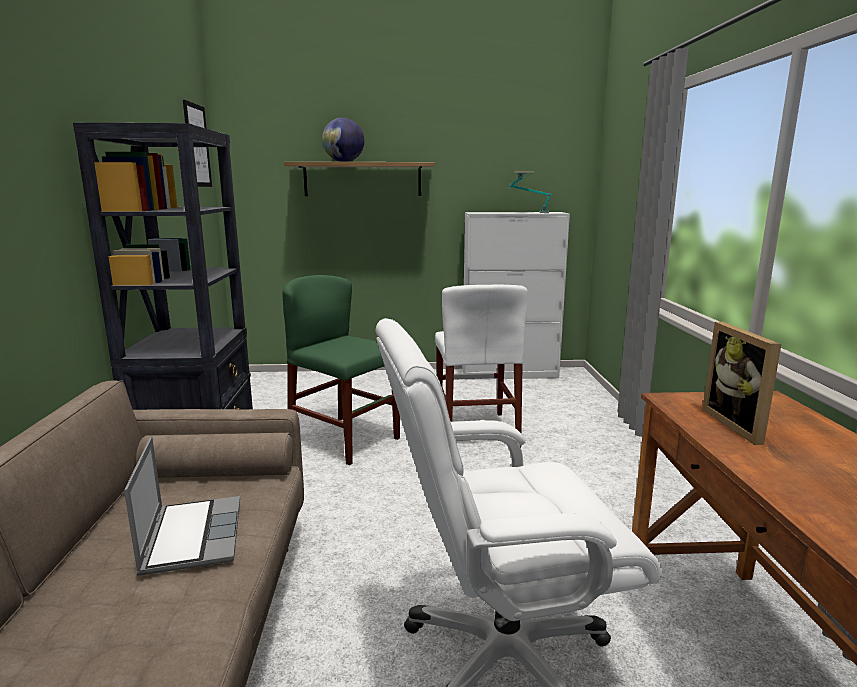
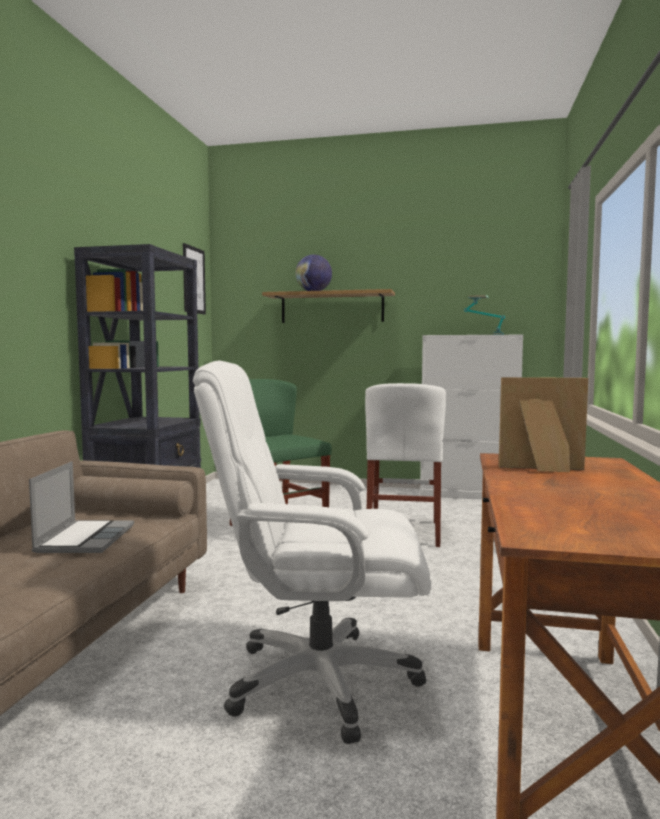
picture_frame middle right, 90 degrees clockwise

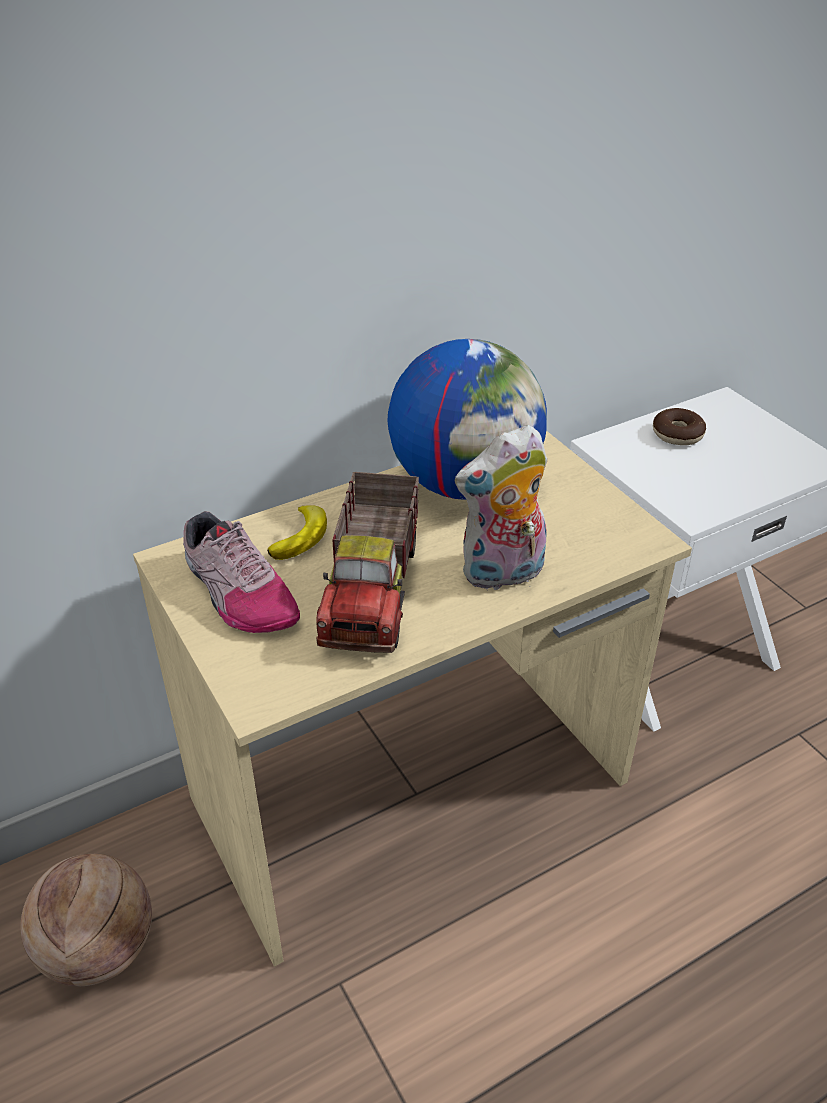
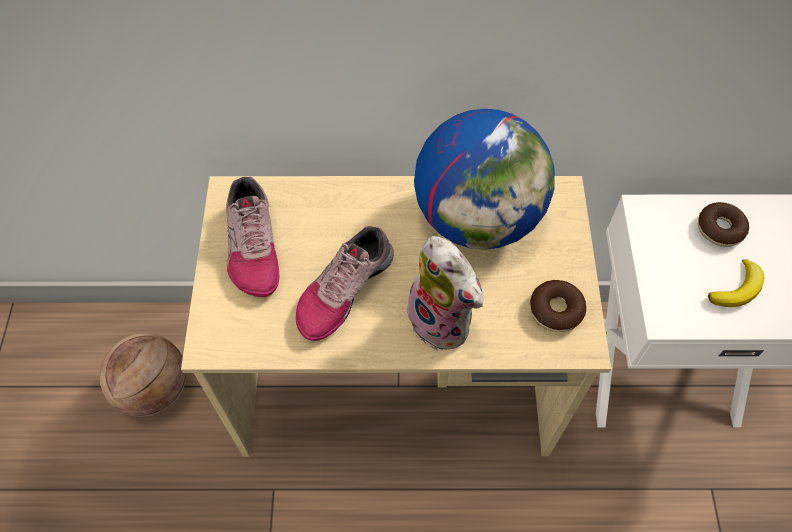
toy_lorry centre → item_of_footwear (no. 2 from left) centre
plush_toy centre, 135 degrees counterclockwise
- → doughnut (no. 1 from left) middle right
banana_fruit centre → banana_fruit middle right, relocated

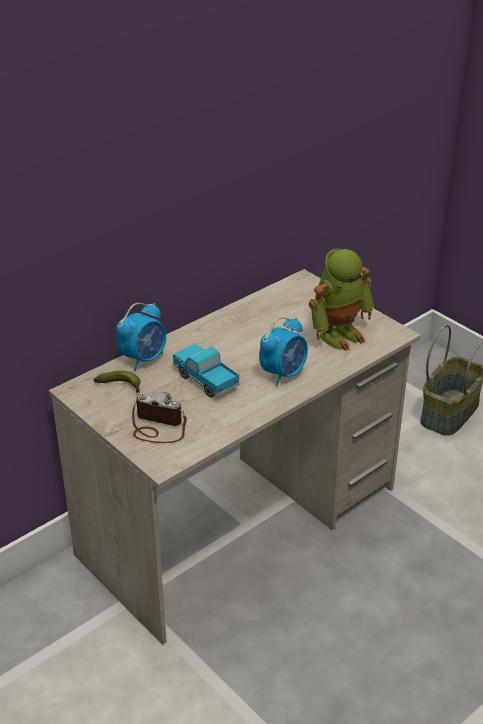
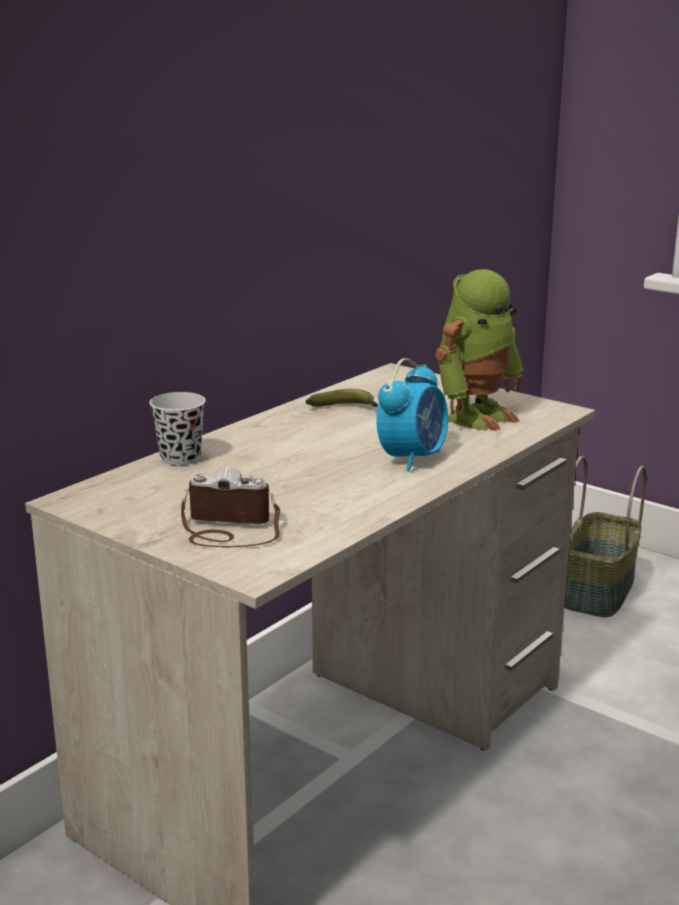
table_clock (no. 1 from left) middle left → black_drinking_cup middle left
banana_fruit middle left → banana_fruit centre, relocated
toy_lorry centre → -

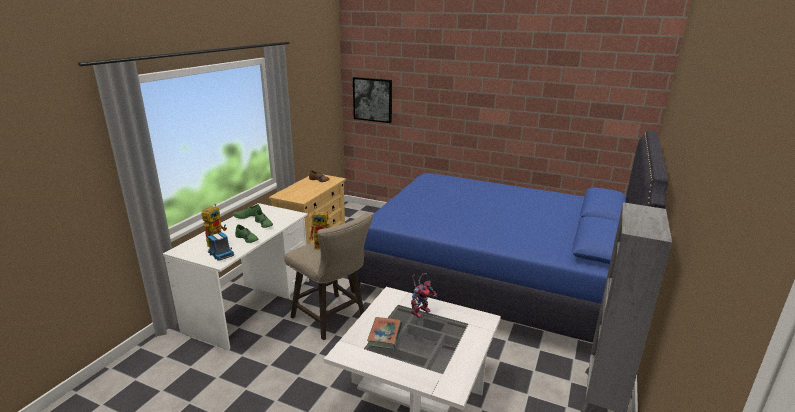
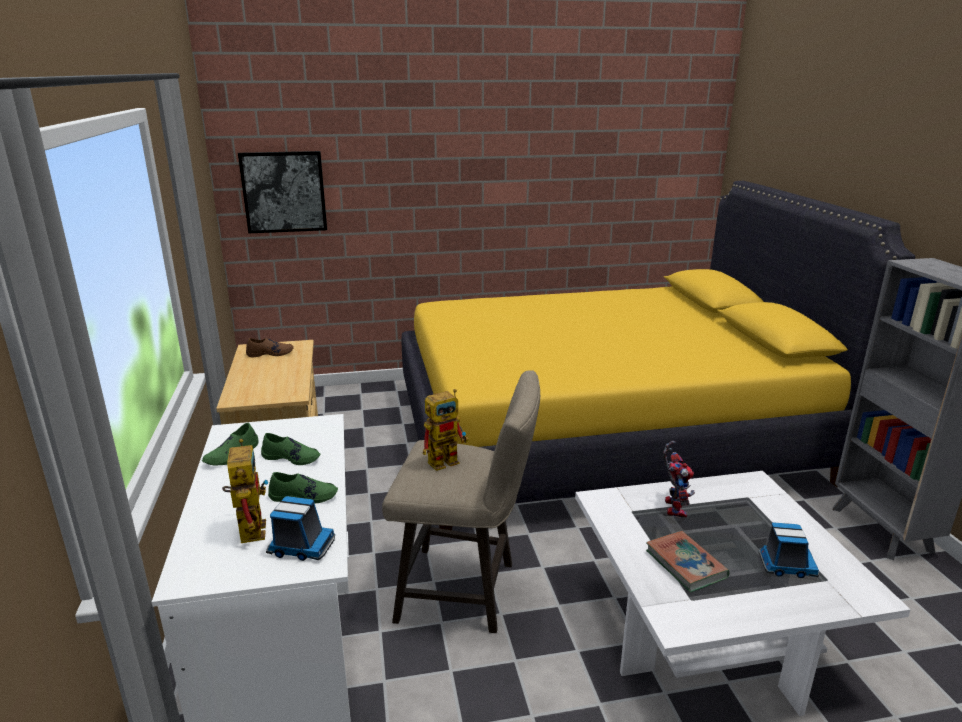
blue-coloured_bed centre → yellow_bed middle right
- → toy_lorry (no. 2 from left) bottom right

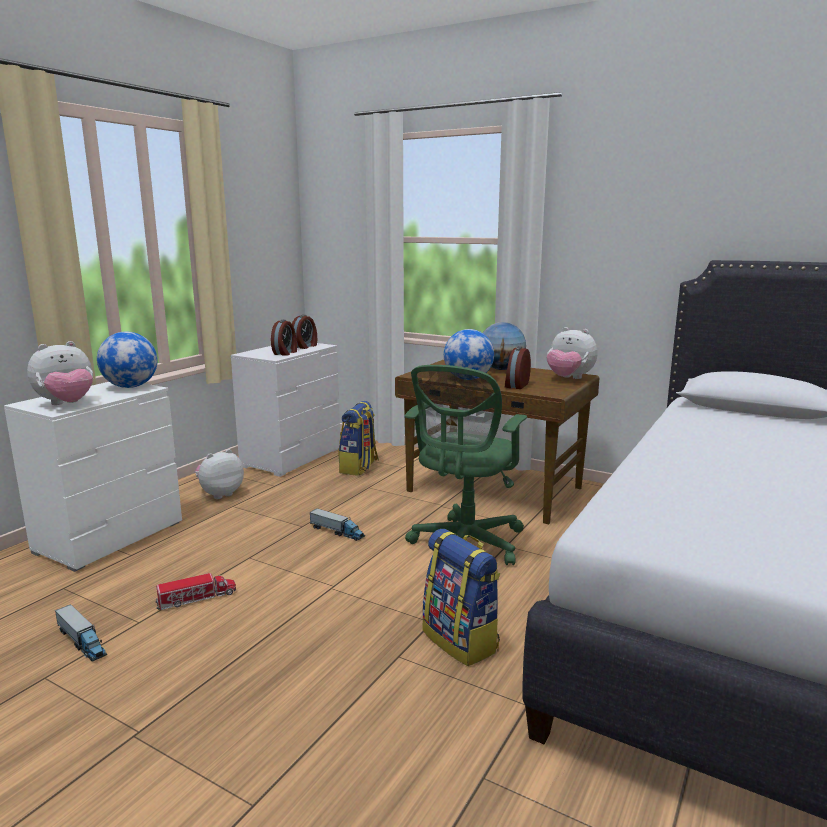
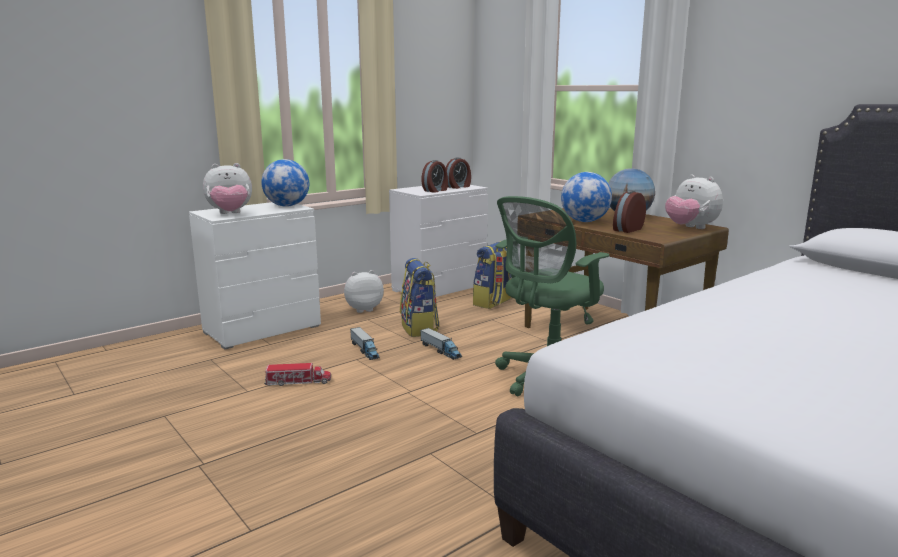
toy_lorry (no. 1 from left in the first image) bottom left → toy_lorry (no. 2 from left) centre, relocated
knapsack (no. 2 from left in the first image) bottom centre → knapsack (no. 1 from left) centre, relocated

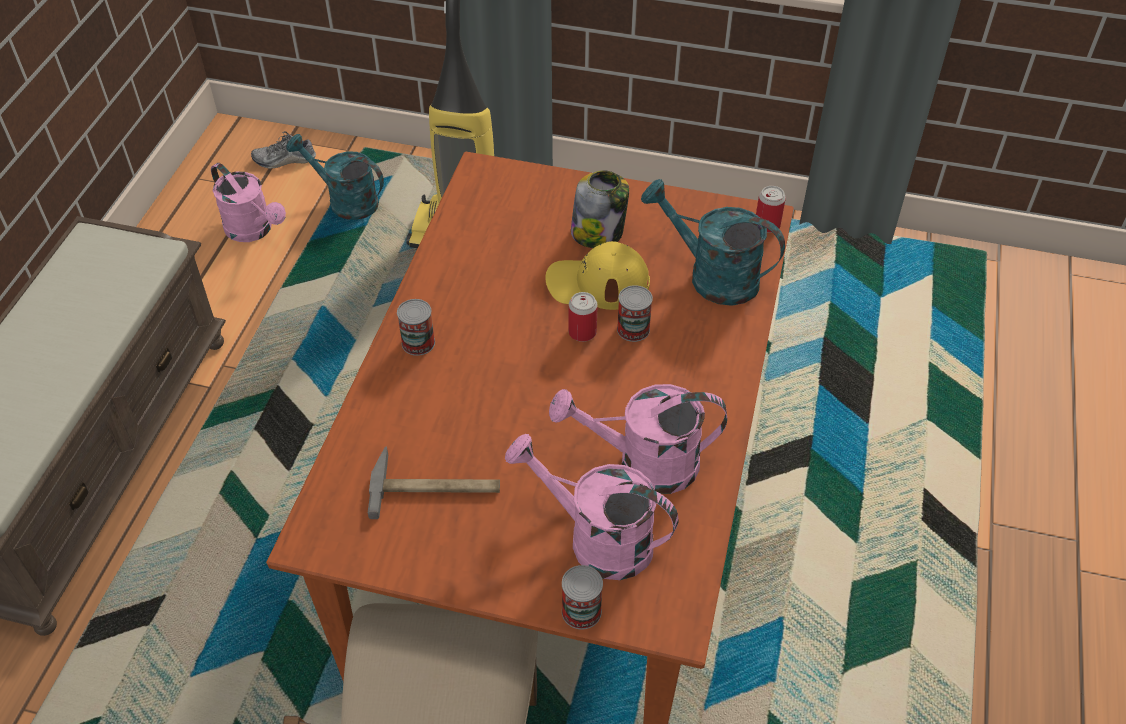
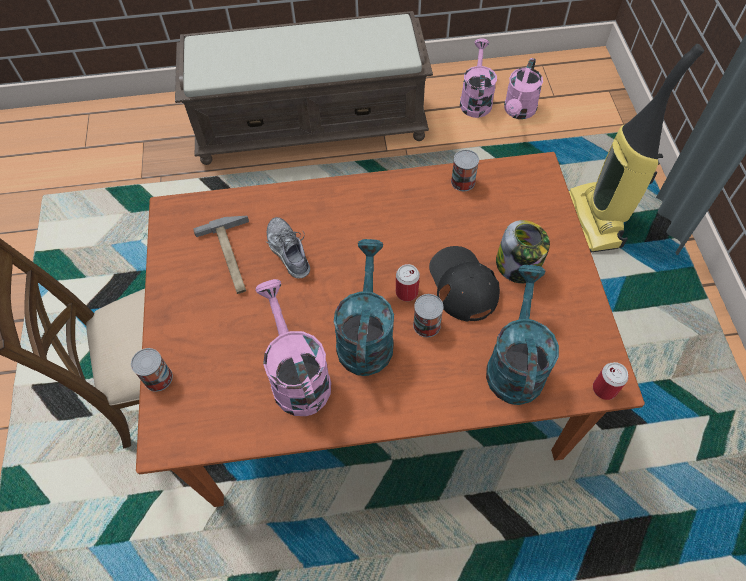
item_of_footwear top left → item_of_footwear centre, relocated
turquoise-coloured_watering_pot (no. 1 from left) top left → turquoise-coloured_watering_pot (no. 1 from left) centre, relocated
yellow_cap centre → black_cap centre
metal_can (no. 1 from left in the first image) centre → metal_can (no. 4 from left) top centre, relocated
pink-coloured_watering_pot (no. 2 from left) bottom centre → pink-coloured_watering_pot (no. 2 from left) top centre, relocated

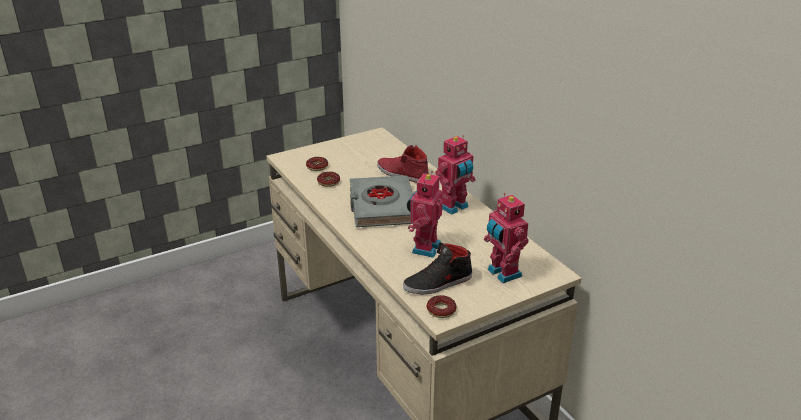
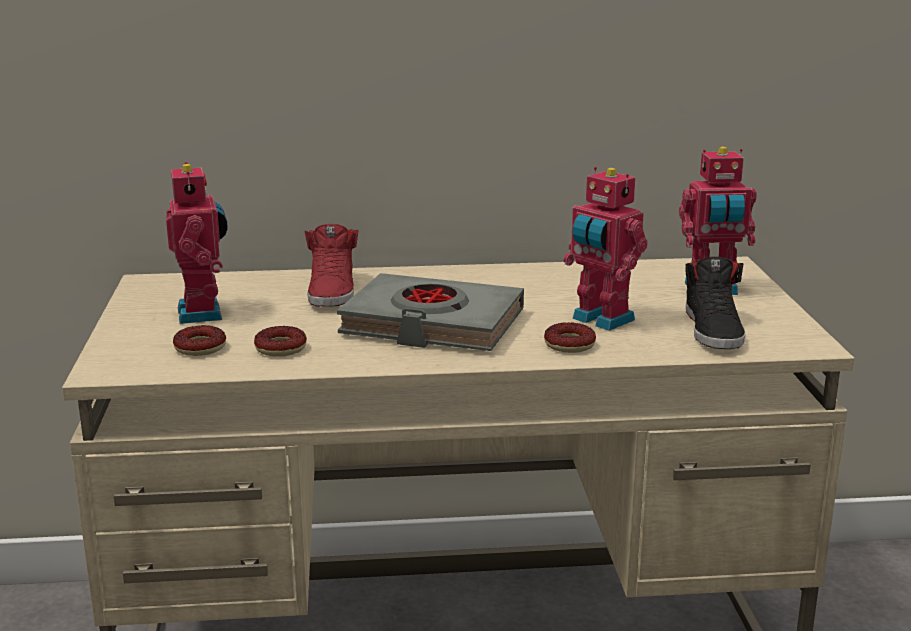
toy_robot (no. 2 from left in the first image) centre → toy_robot (no. 1 from left) middle left, relocated
red_item_of_footwear centre, 60 degrees counterclockwise
doughnut (no. 3 from left) bottom centre → doughnut (no. 3 from left) centre, relocated

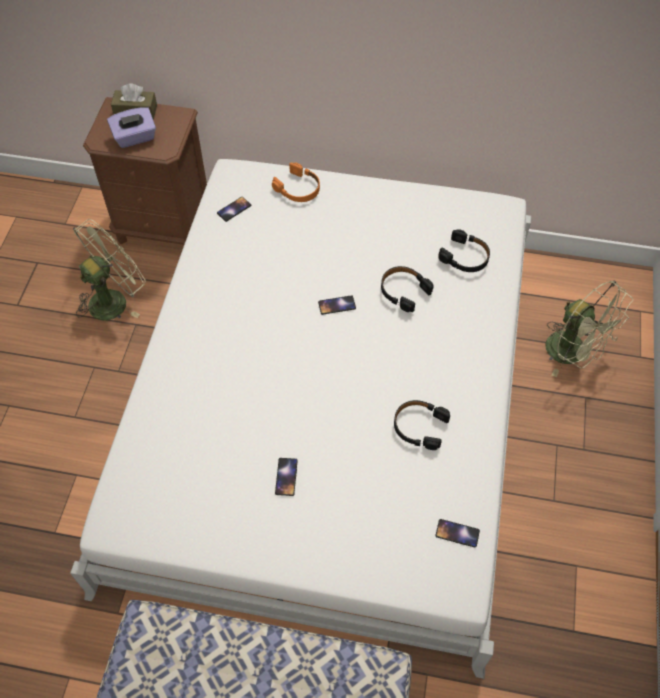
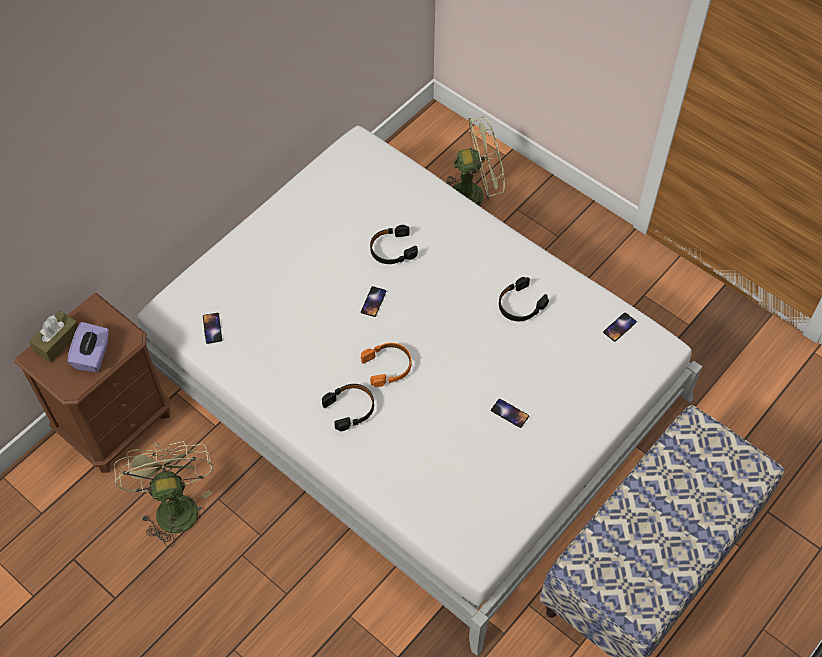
black_headset (no. 3 from left in the first image) middle right → black_headset (no. 1 from left) centre, relocated
orange_headset top centre → orange_headset centre, relocated

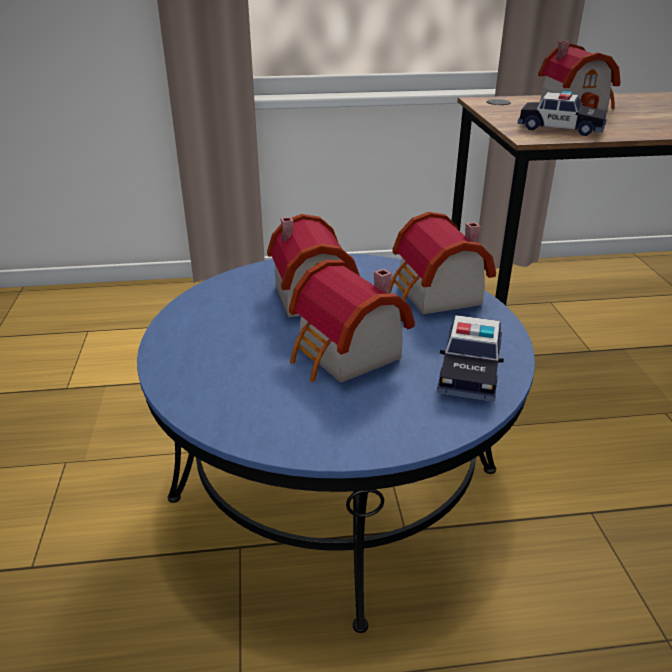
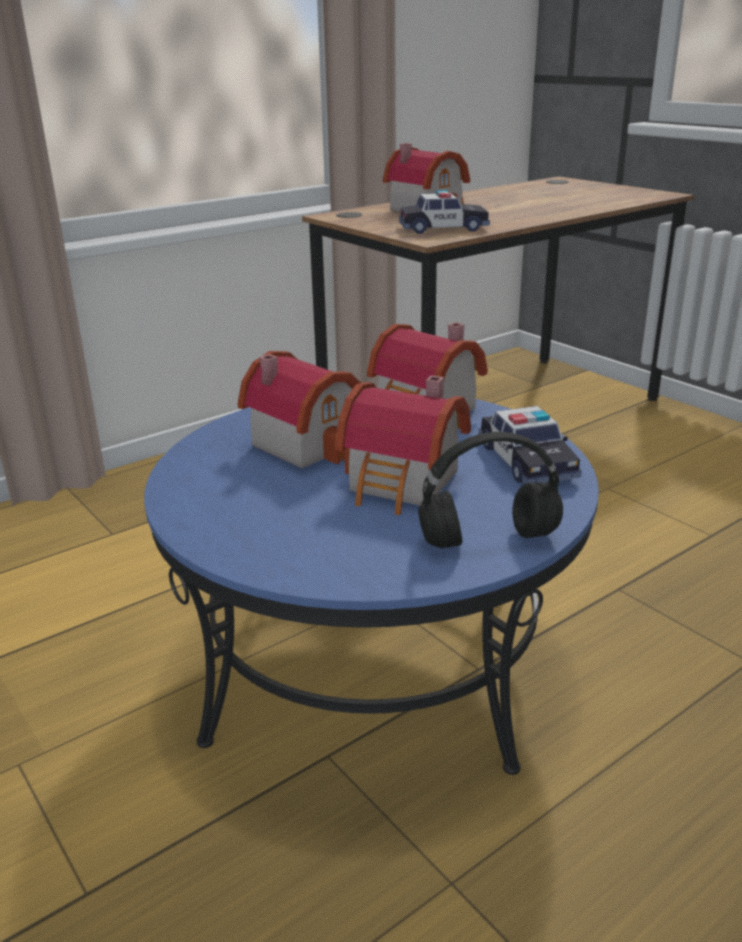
- → black_headset centre

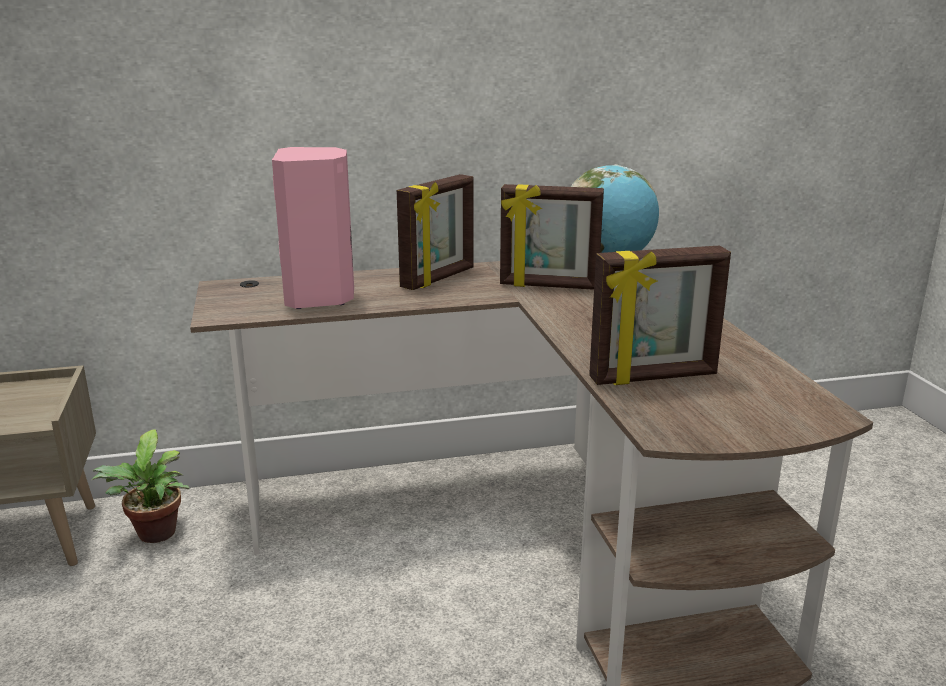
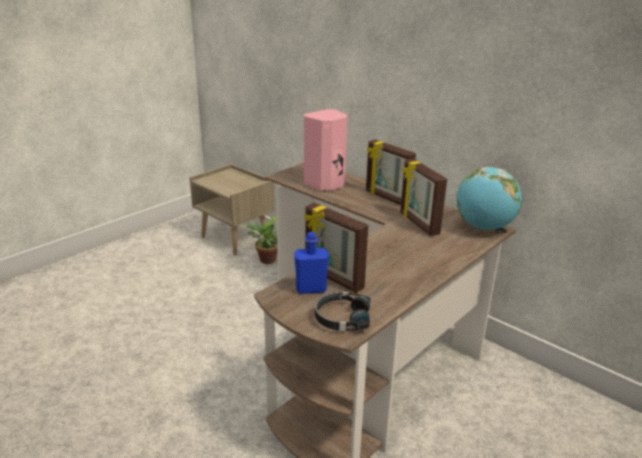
- → blue-coloured_drink_bottle centre
- → black_headset bottom centre
picture_frame (no. 1 from left in the first image) centre → picture_frame (no. 2 from left) centre, 45 degrees clockwise

